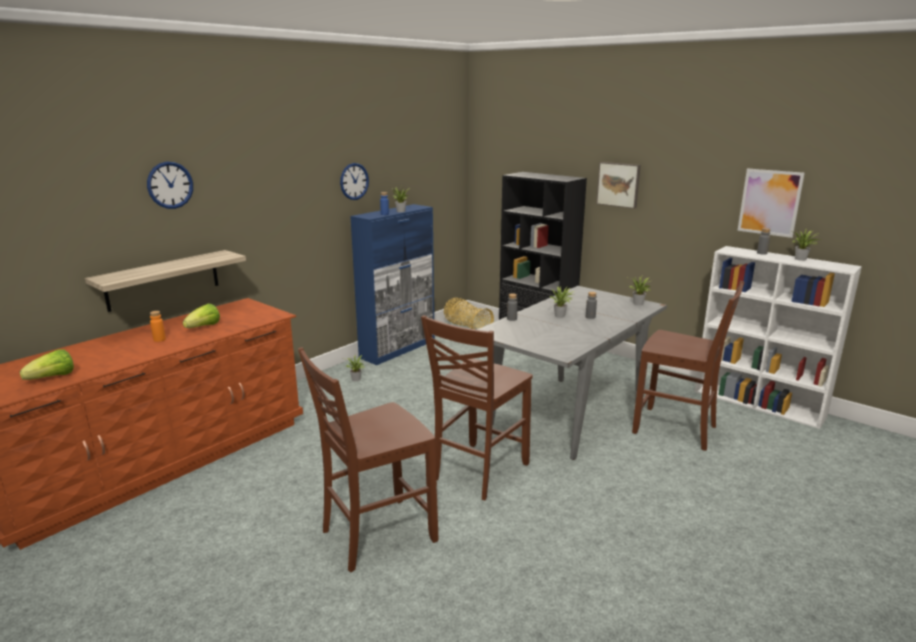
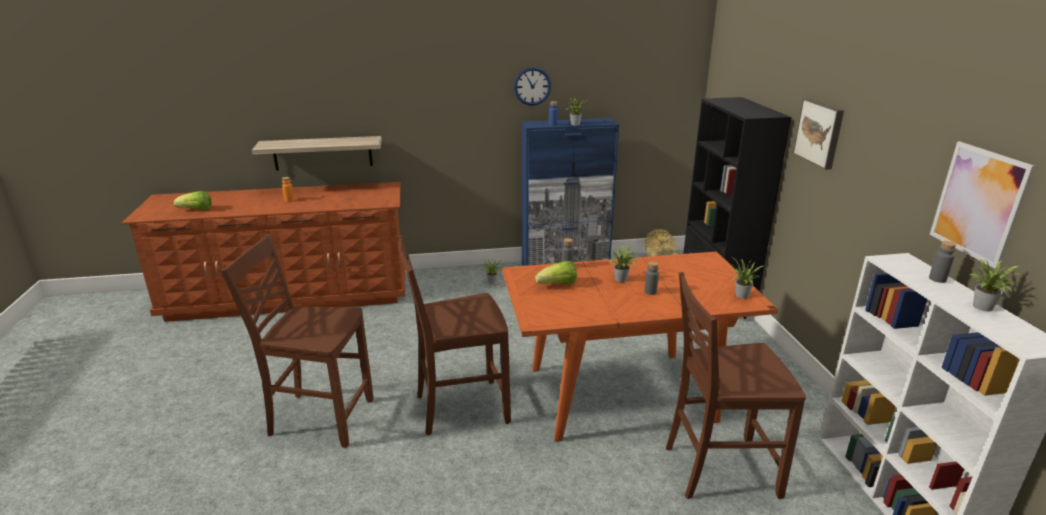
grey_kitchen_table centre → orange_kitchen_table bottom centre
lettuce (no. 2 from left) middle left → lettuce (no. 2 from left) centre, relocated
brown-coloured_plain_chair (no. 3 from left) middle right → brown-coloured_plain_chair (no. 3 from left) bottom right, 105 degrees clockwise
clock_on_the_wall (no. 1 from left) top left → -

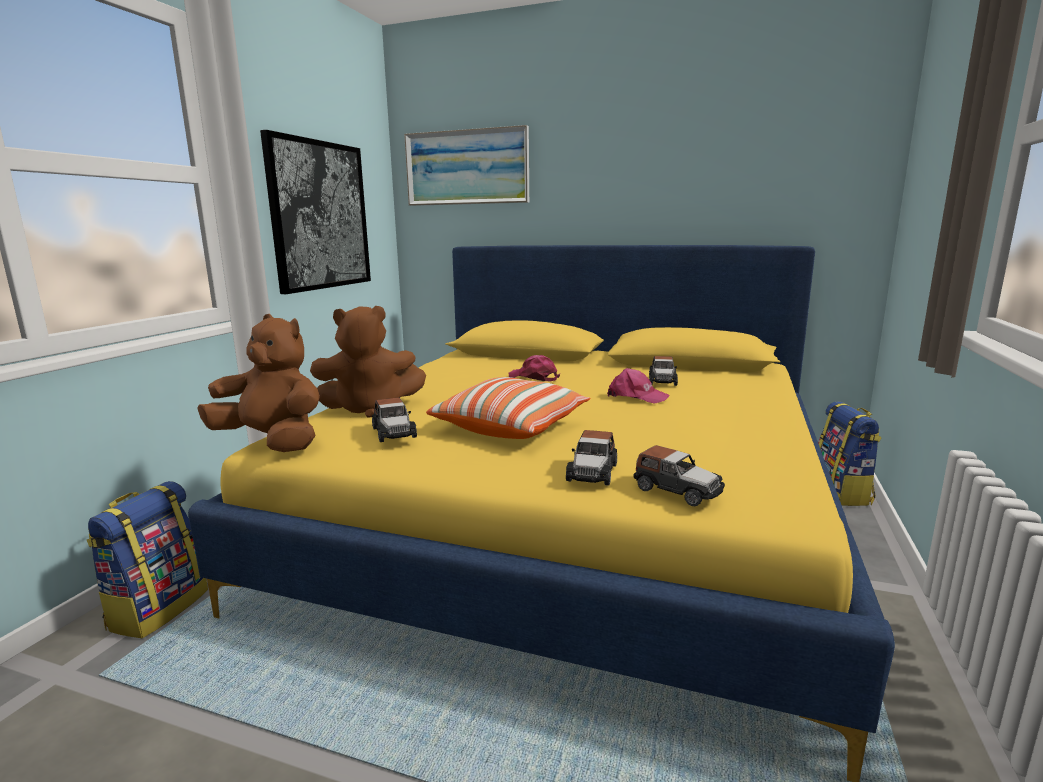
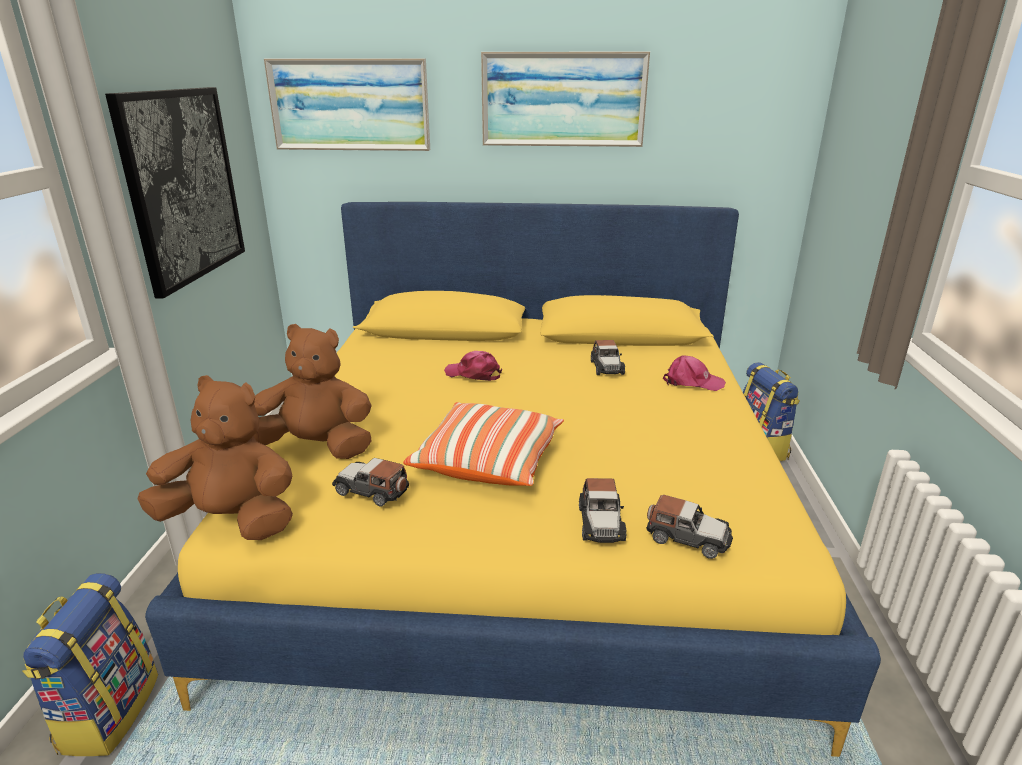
brown-coloured_plush_toy (no. 2 from left) centre → brown-coloured_plush_toy (no. 2 from left) middle left, 150 degrees counterclockwise
miniature_car (no. 1 from left) centre, 150 degrees clockwise
- → picture (no. 3 from left) top centre
pink-coloured_cap (no. 2 from left) centre → pink-coloured_cap (no. 2 from left) middle right, relocated

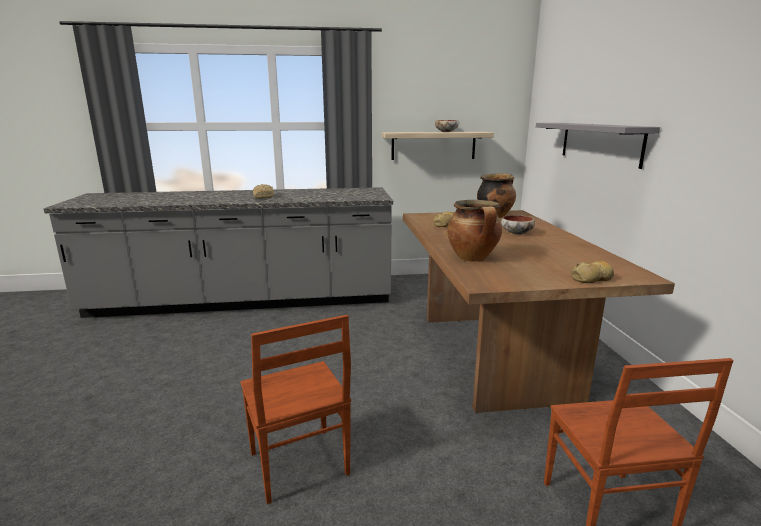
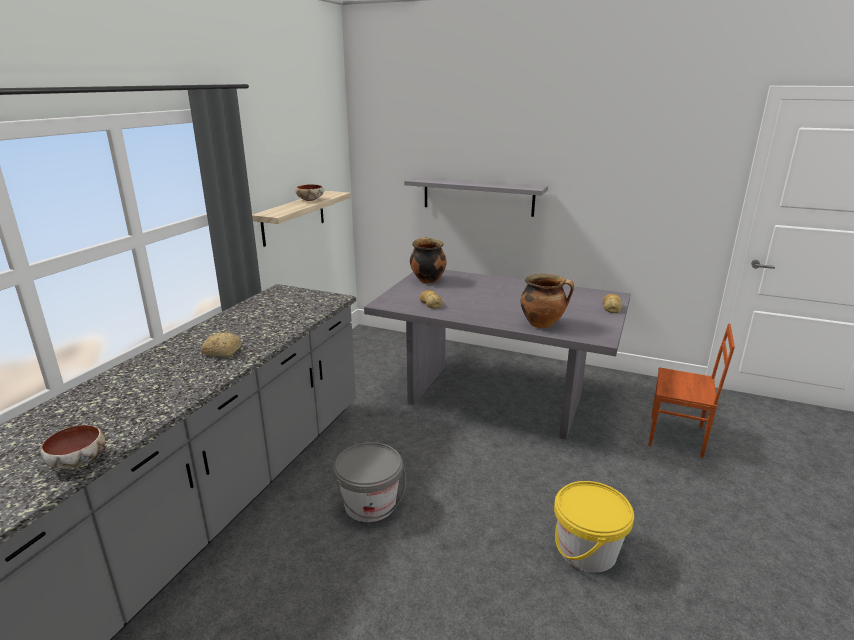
deep_dish (no. 2 from left in the first image) middle right → deep_dish (no. 1 from left) bottom left, relocated
- → grey_pail bottom centre
brown-coloured_kitchen_table middle right → grey_kitchen_table centre
brown-coloured_plain_chair (no. 1 from left) bottom centre → yellow_pail bottom right

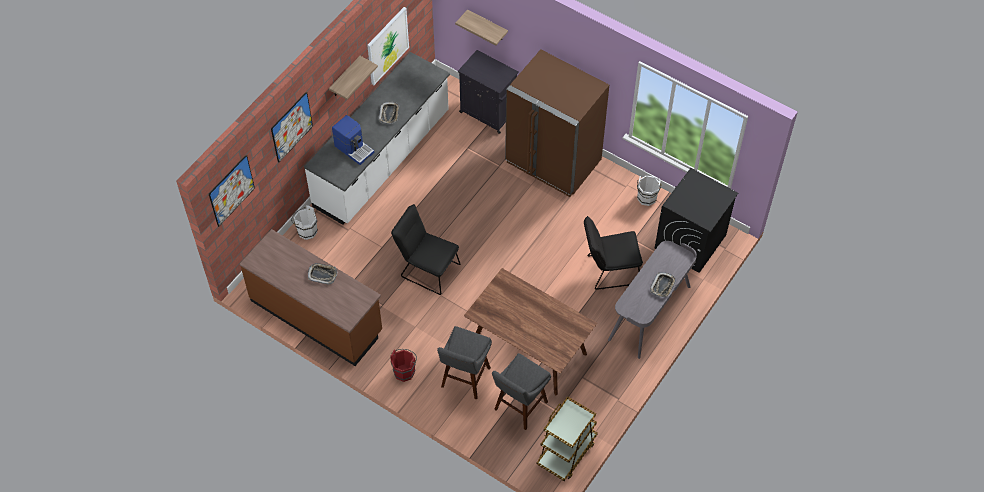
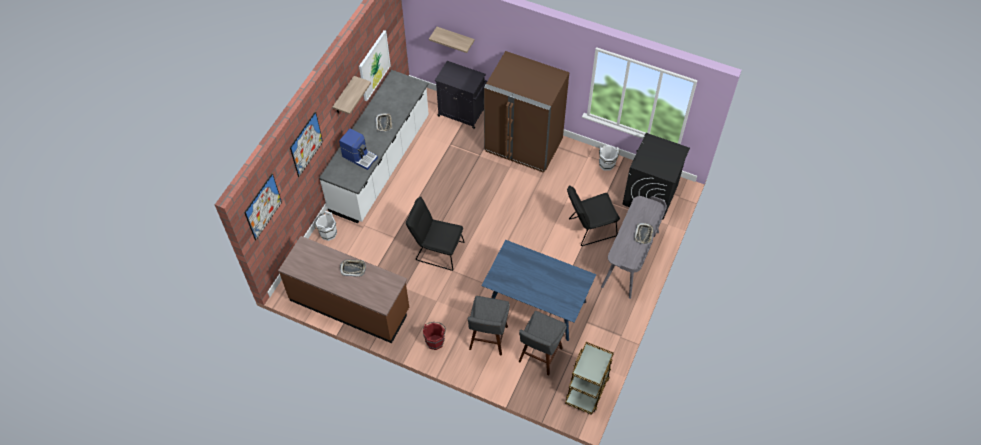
brown-coloured_kitchen_table bottom centre → blue-coloured_kitchen_table centre

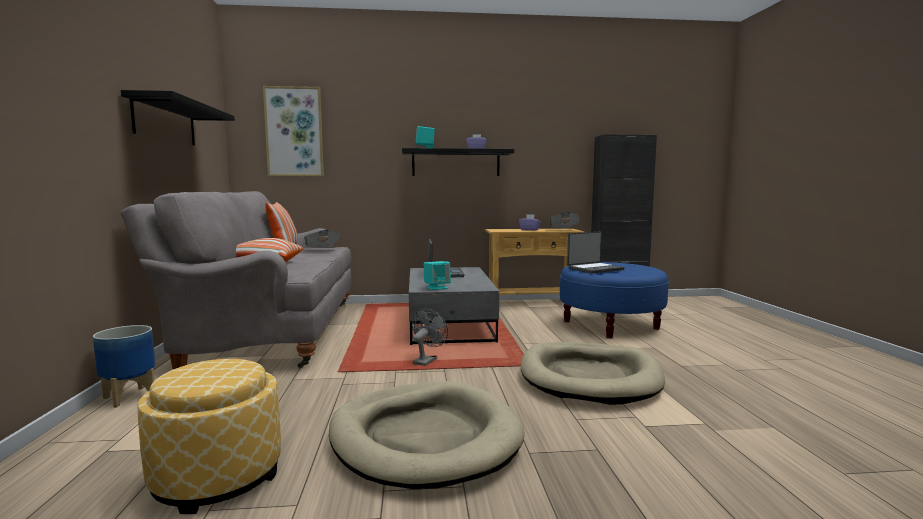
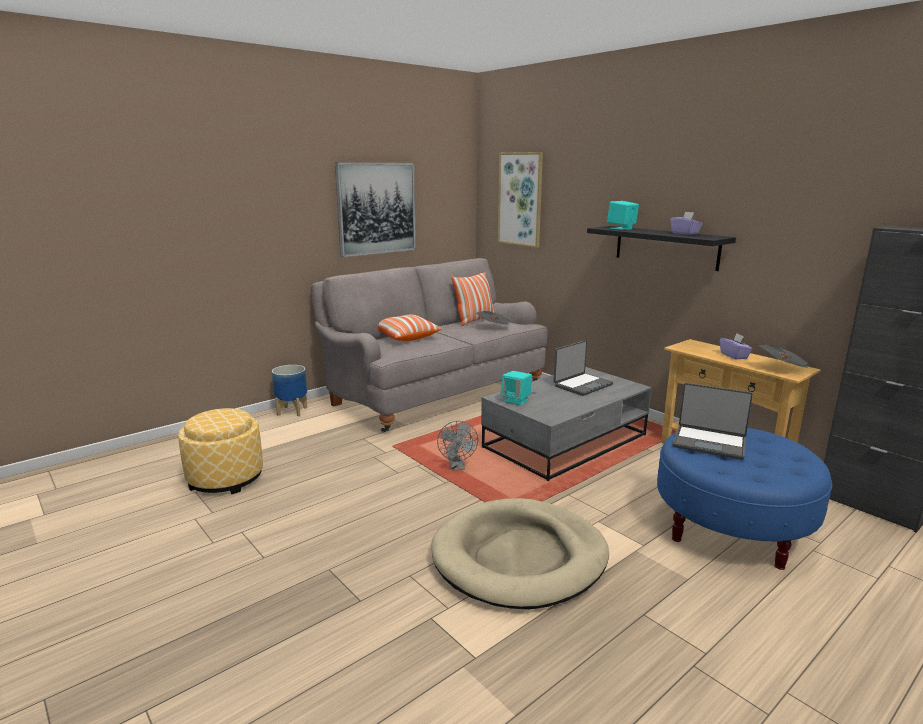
black_shelf (no. 1 from left) top left → picture (no. 1 from left) top centre
grey_fan centre, 90 degrees clockwise
beige_dog_cushion (no. 1 from left) bottom centre → -

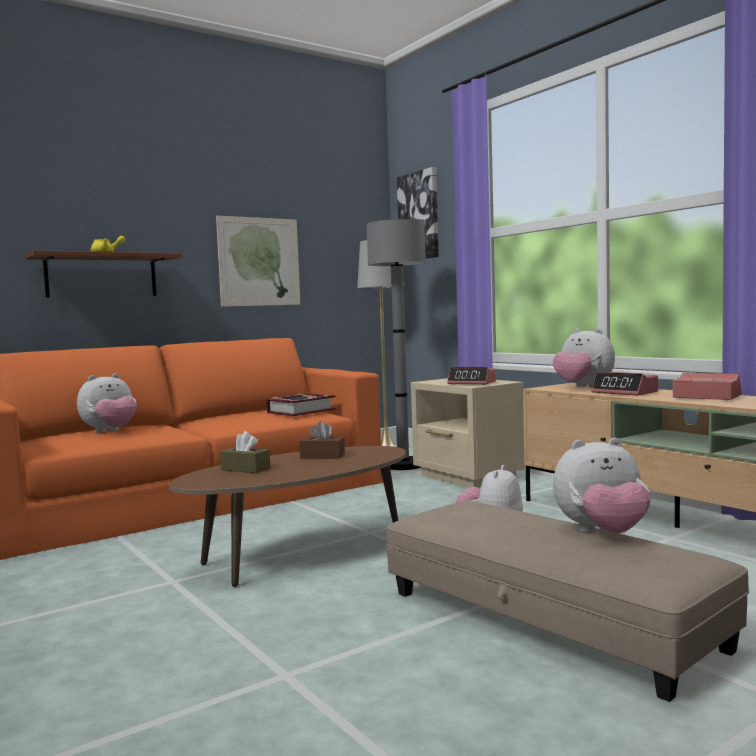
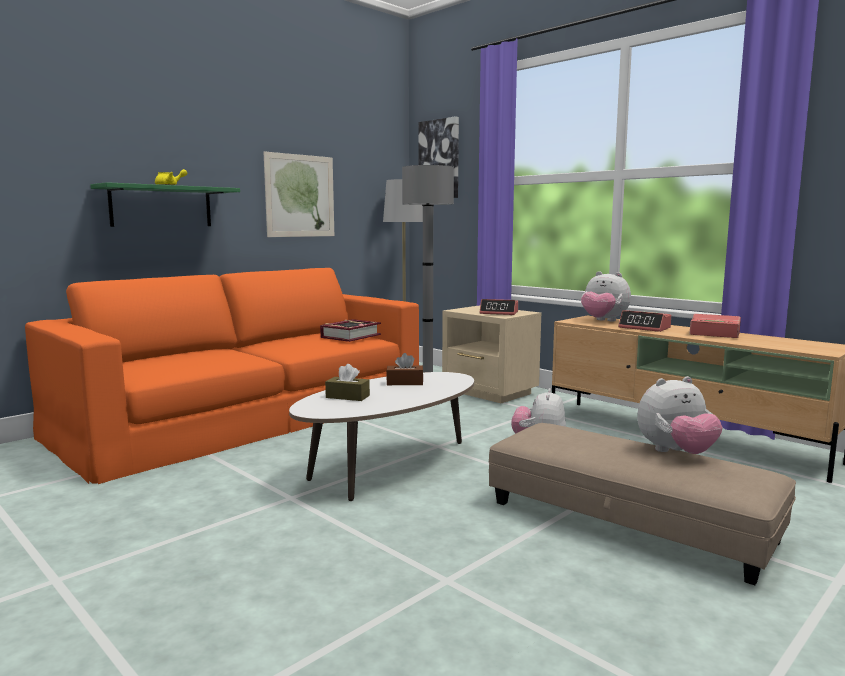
brown-coloured_shelf middle left → green-coloured_shelf top left
brown-coloured_low_table bottom centre → white-coloured_low_table centre
plush_toy (no. 1 from left) middle left → -

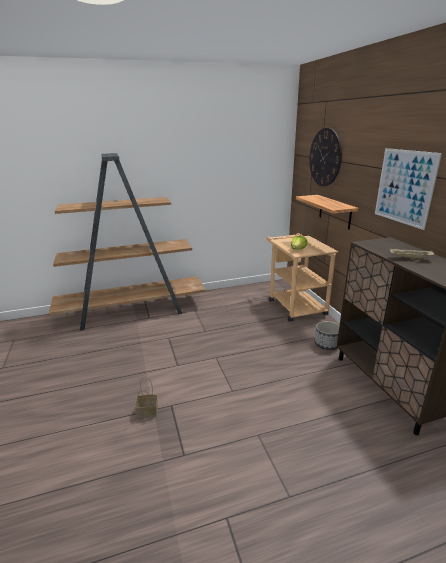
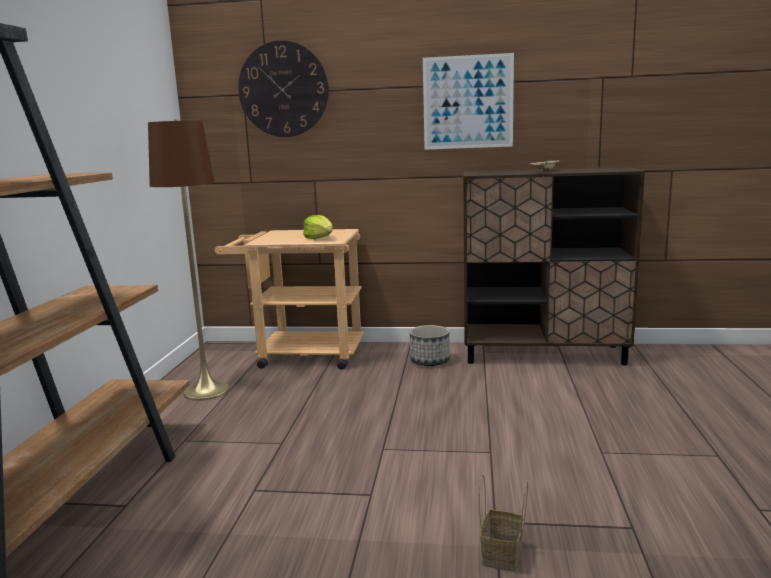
- → brown-coloured_standing_lamp middle left
shelf middle right → -

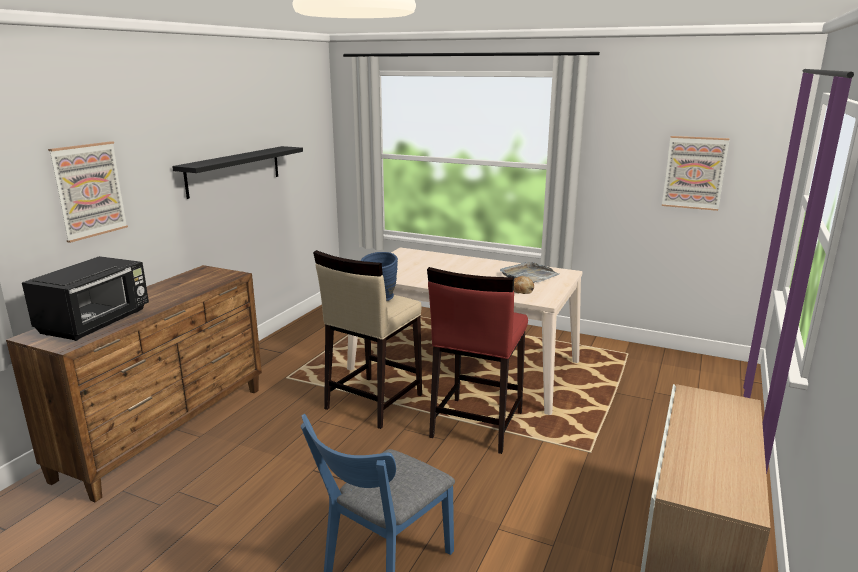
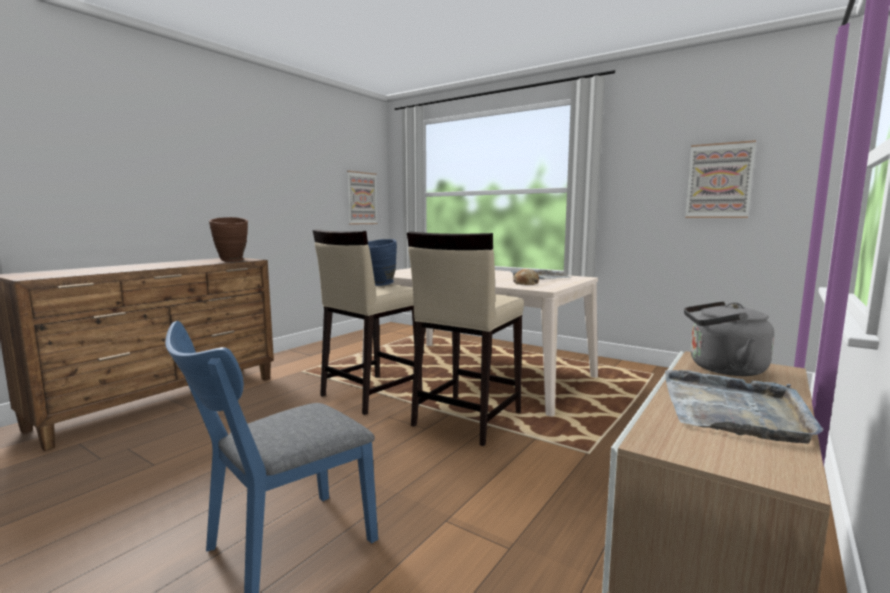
- → brown-coloured_flower_vase middle left
picture (no. 1 from left) middle left → picture (no. 1 from left) centre, relocated
red_stool_seat centre → beige_stool_seat (no. 2 from left) centre
- → grey_serving_tray (no. 2 from left) bottom right
- → grey_tea_kettle middle right
black_microwave_oven middle left → -
black_shelf top left → -

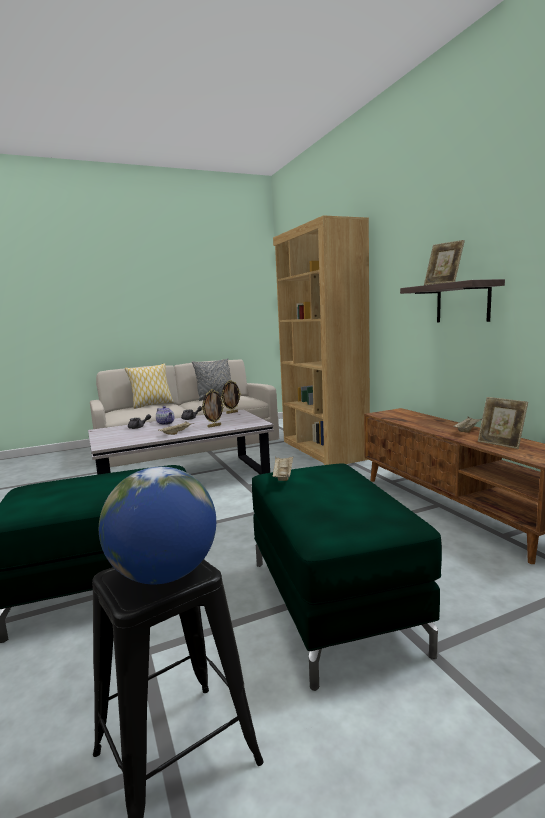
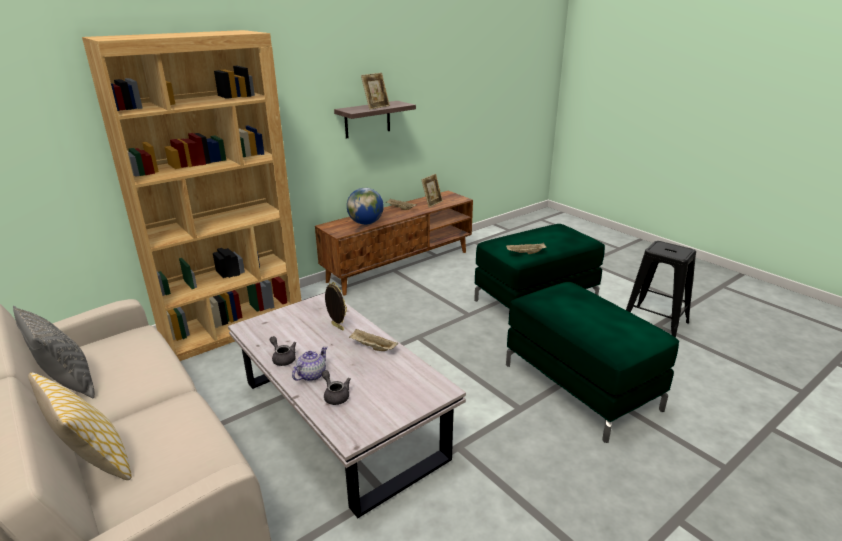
globe middle left → globe centre, relocated
picture_frame (no. 2 from left) centre → -

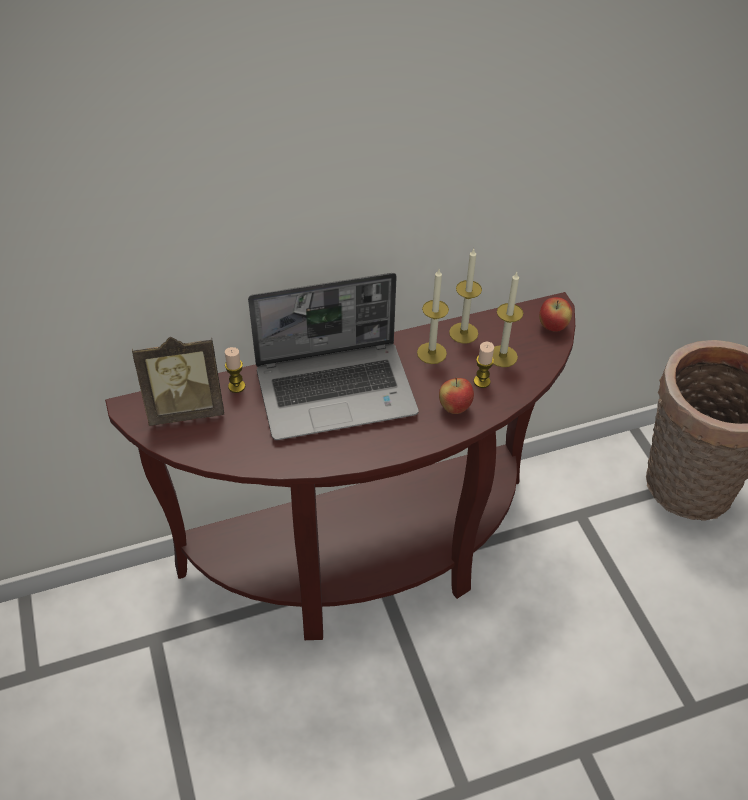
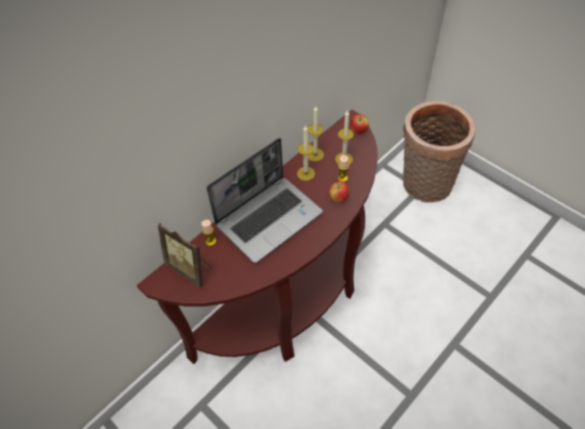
picture_frame middle left, 75 degrees clockwise

